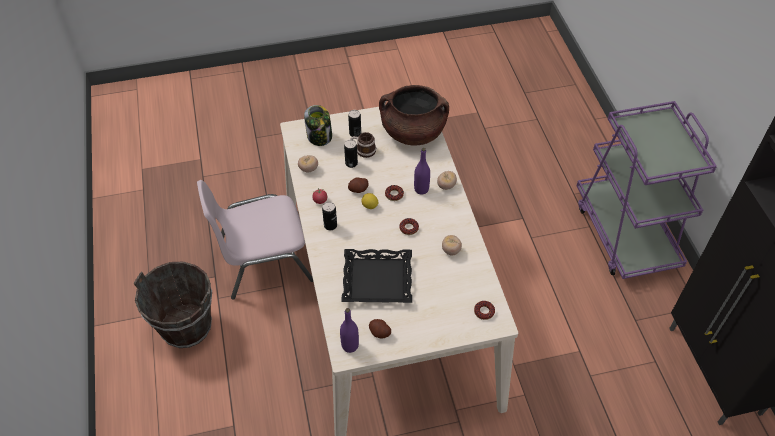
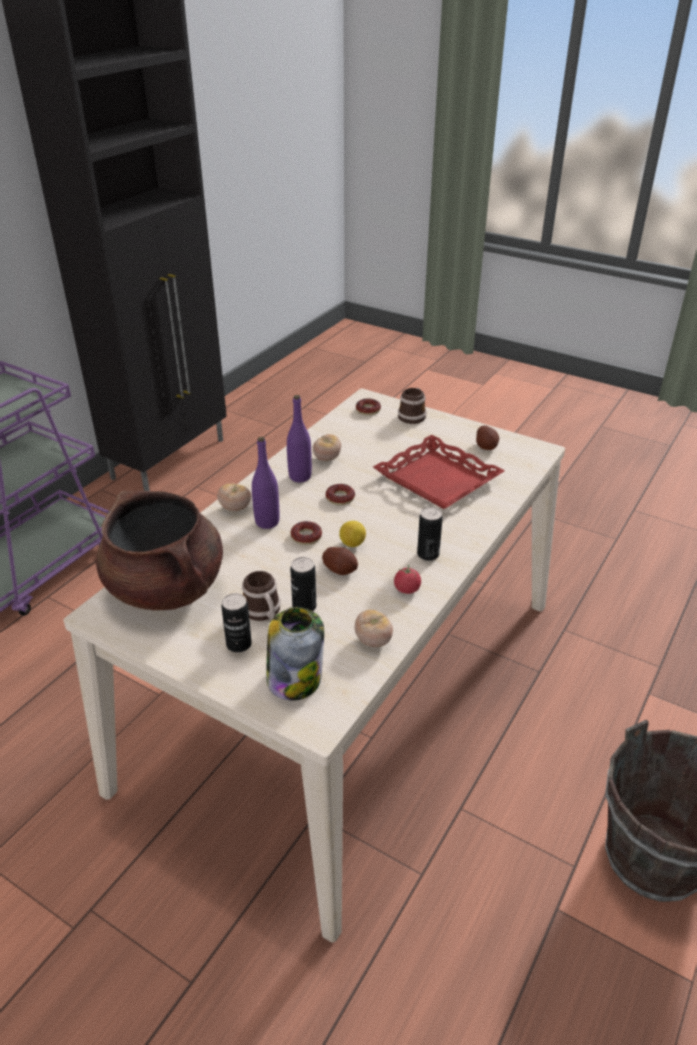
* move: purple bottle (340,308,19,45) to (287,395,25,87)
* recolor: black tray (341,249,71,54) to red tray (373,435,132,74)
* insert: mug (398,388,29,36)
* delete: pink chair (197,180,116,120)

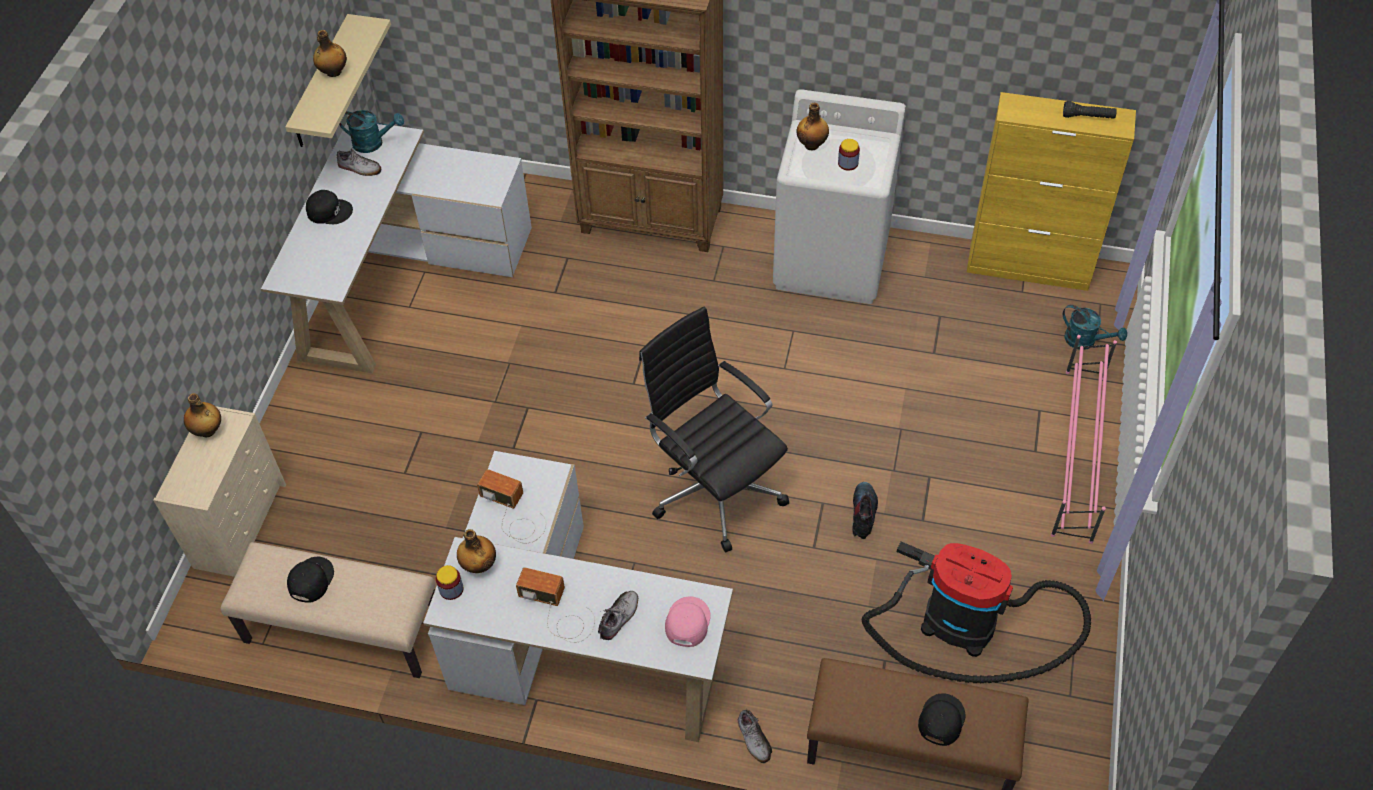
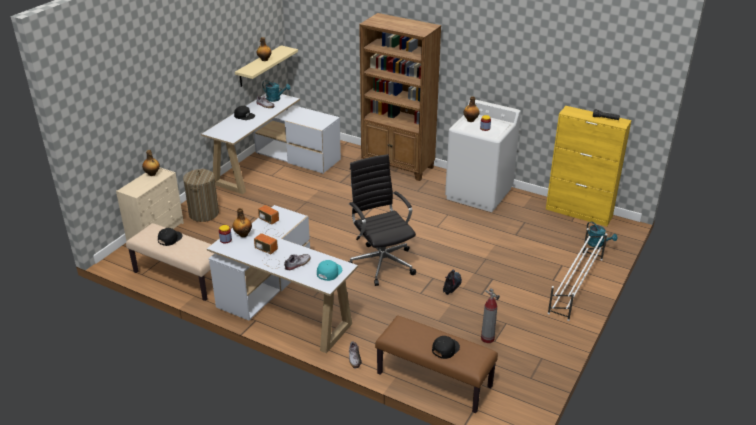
* insert: laundry basket (183,169,36,53)
* recolor: pink cap (665,596,46,51) to turquoise cap (317,260,25,21)
* replace: vacuum cleaner (862,542,229,141) to fire extinguisher (481,288,19,55)
* recolor: pink shoe rack (1051,335,66,209) to white shoe rack (548,228,59,93)

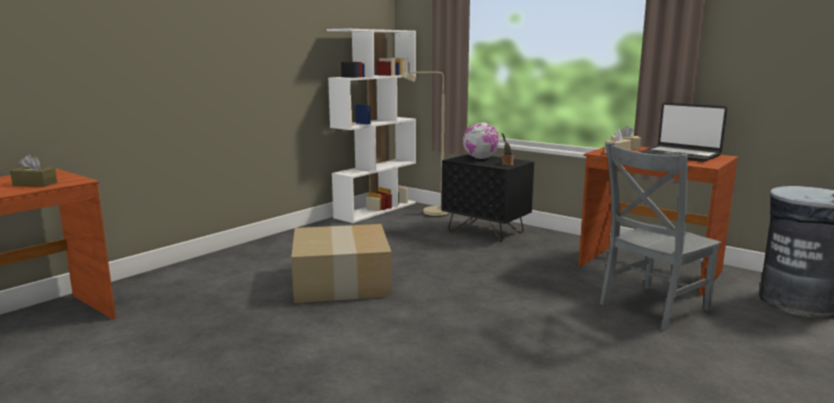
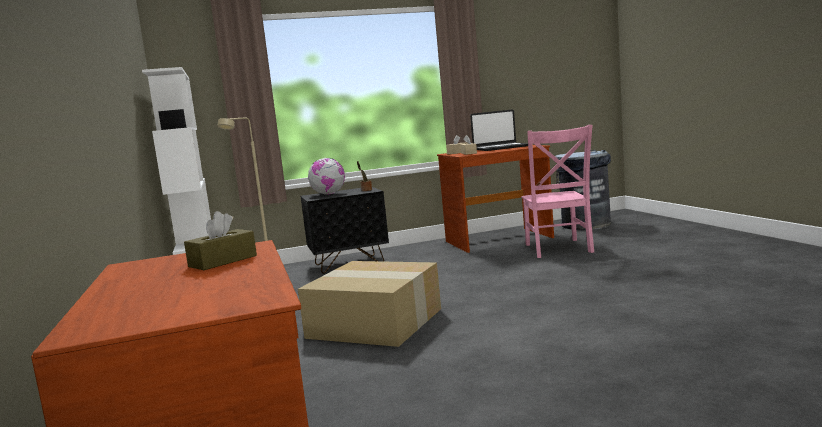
* recolor: grey chair (600,143,121,188) to pink chair (521,125,73,133)

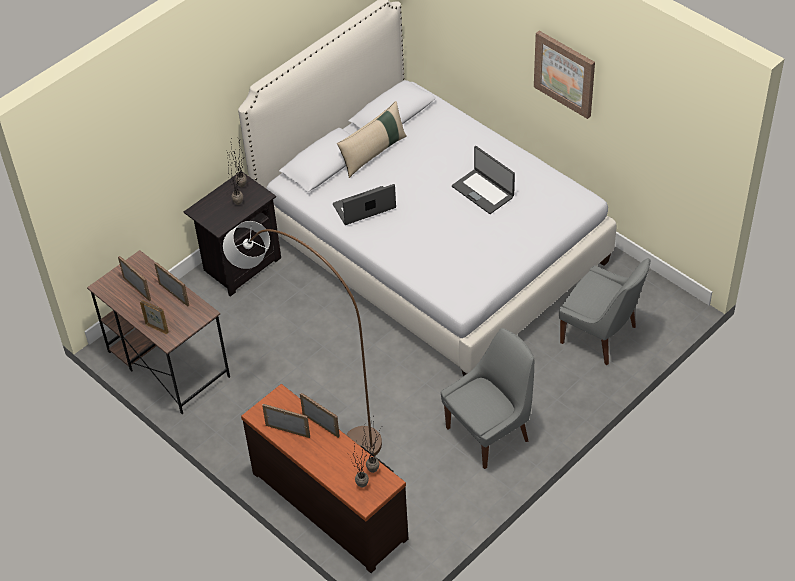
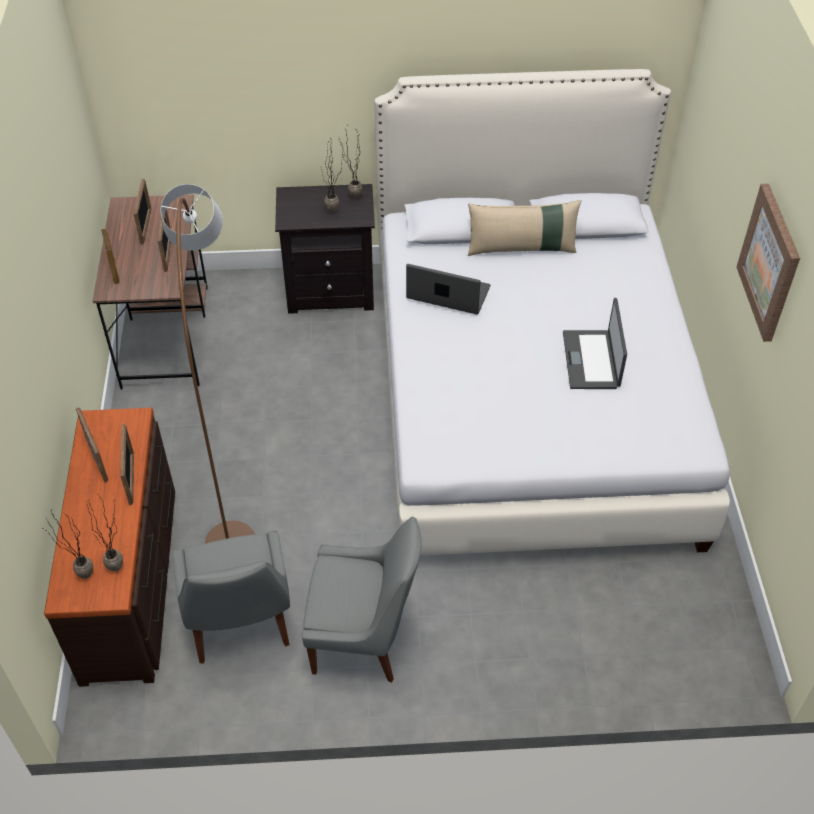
* move: grey chair (559,258,91,107) to (172,531,118,133)

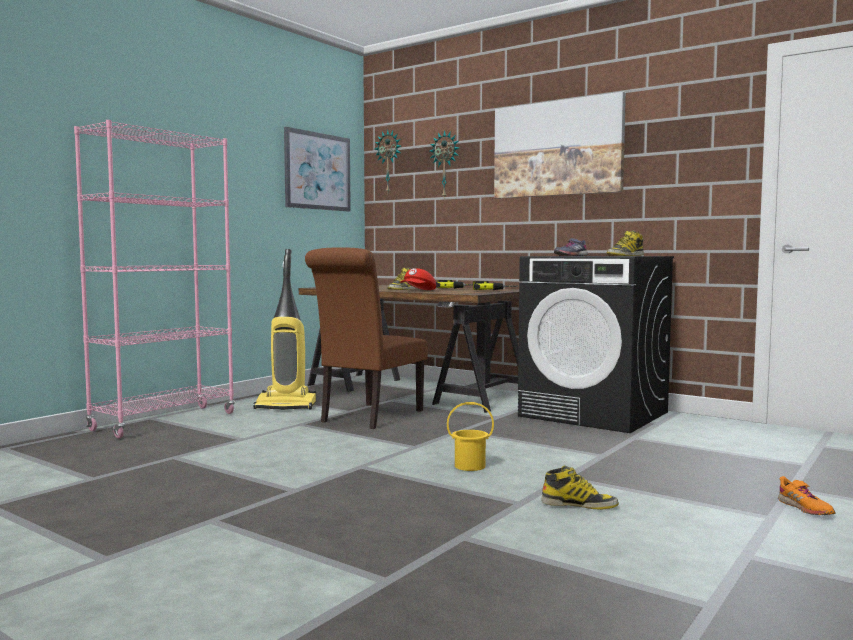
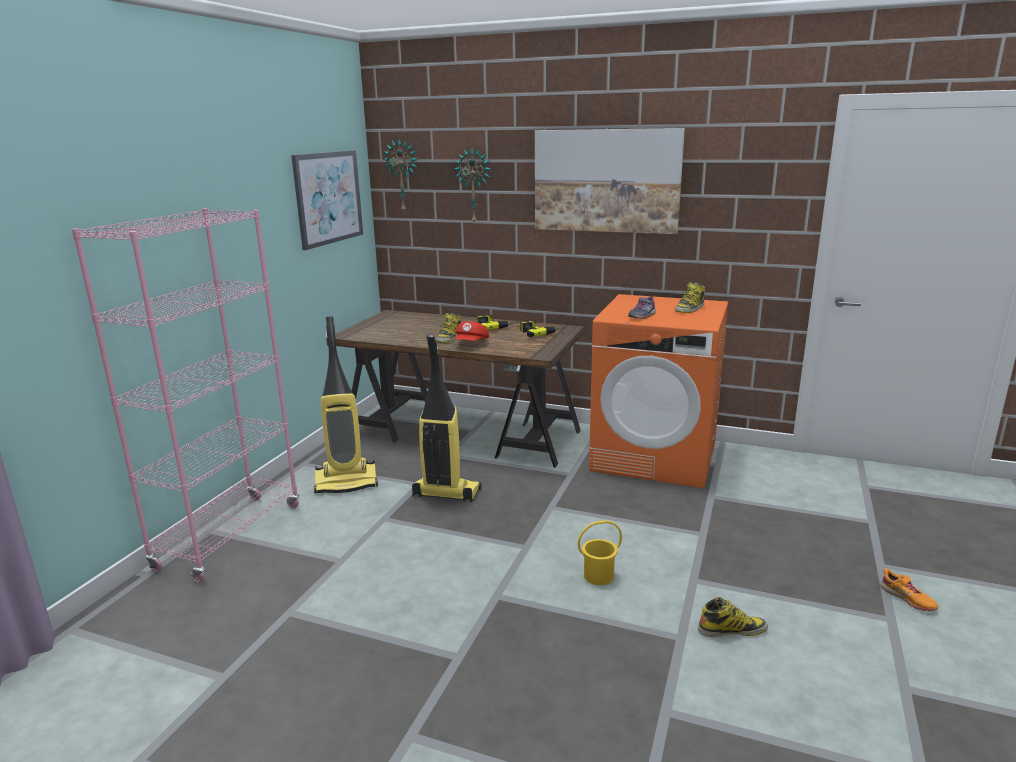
* replace: brown chair (305,247,123,182) to vacuum cleaner (412,333,70,169)
* recolor: black washing machine (518,256,156,177) to orange washing machine (589,294,139,194)

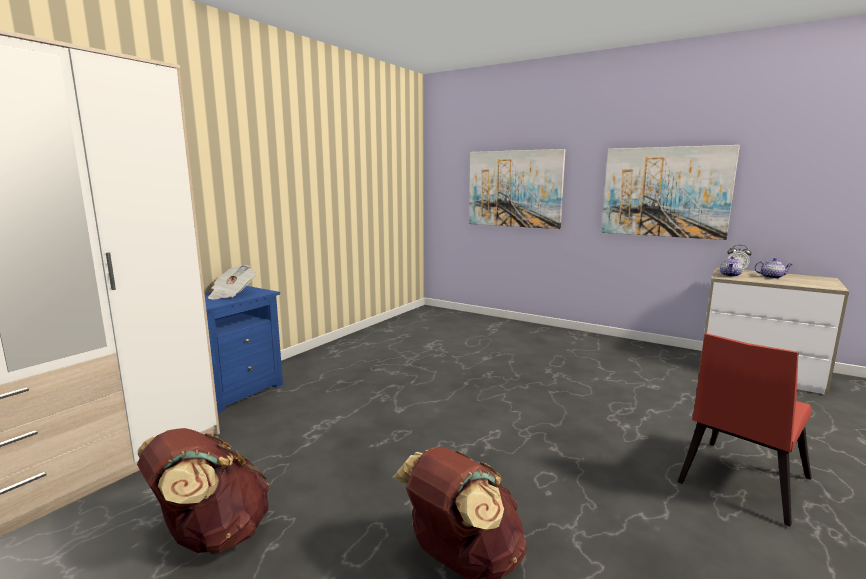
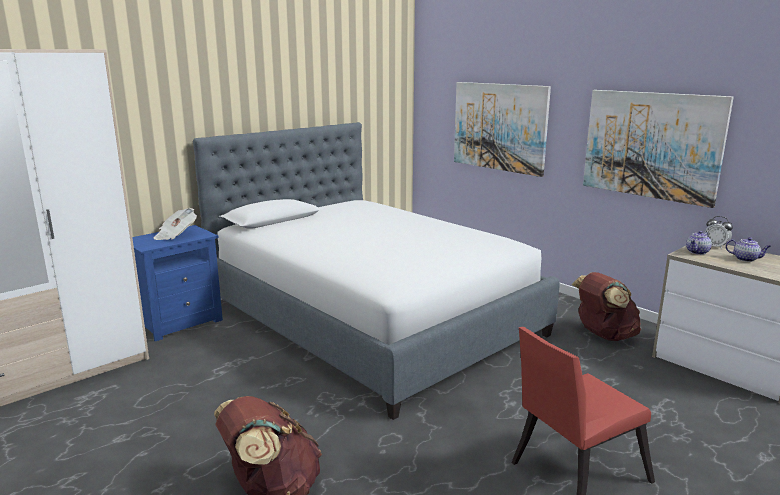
* insert: bed (193,122,367,298)
* move: brown backpack (137,428,133,126) to (571,272,70,69)

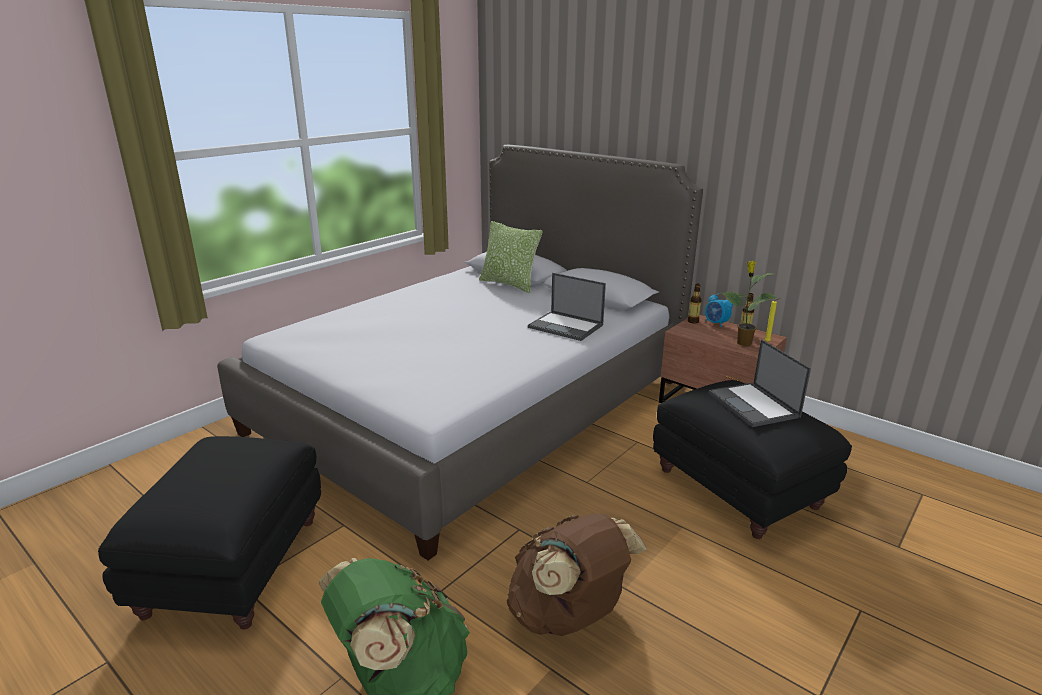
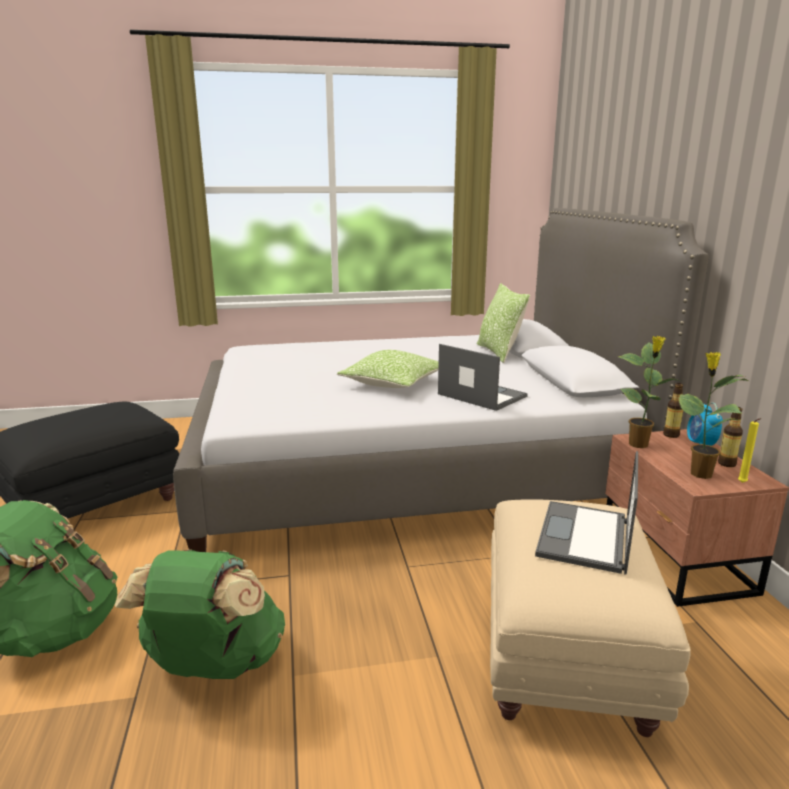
* recolor: brown backpack (507,514,140,122) to green backpack (115,549,170,130)
* insert: pillow (337,350,102,38)
* rotate: laptop (528,273,78,68) = (438,344,90,67) 150 degrees clockwise
* recolor: black ottoman (653,380,199,159) to beige ottoman (490,499,201,238)
* insert: potted plant (619,336,62,112)

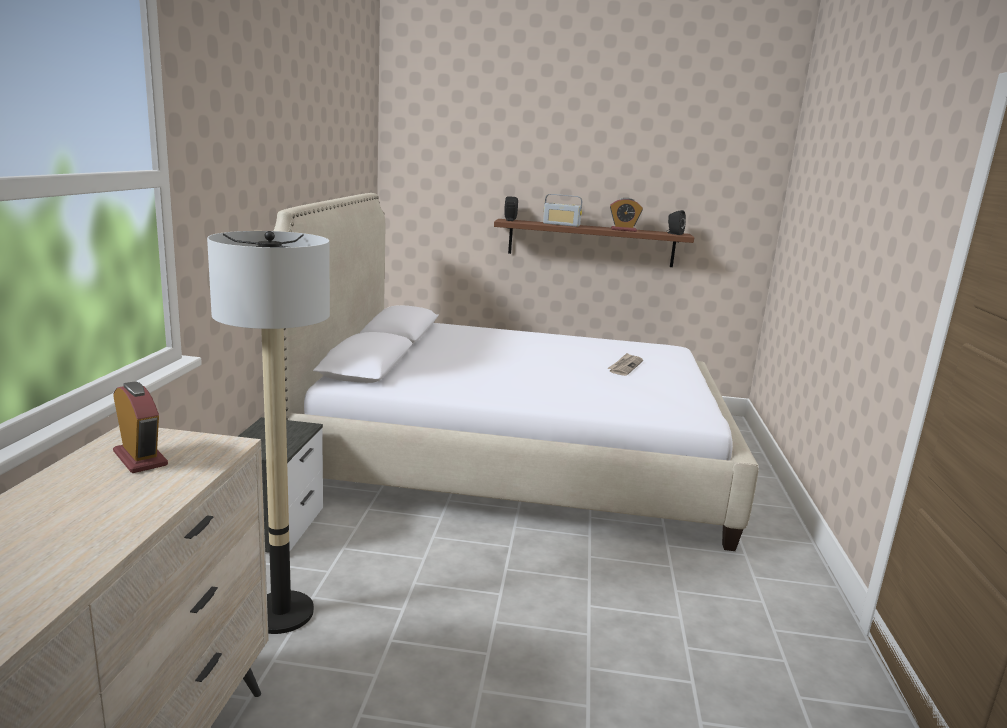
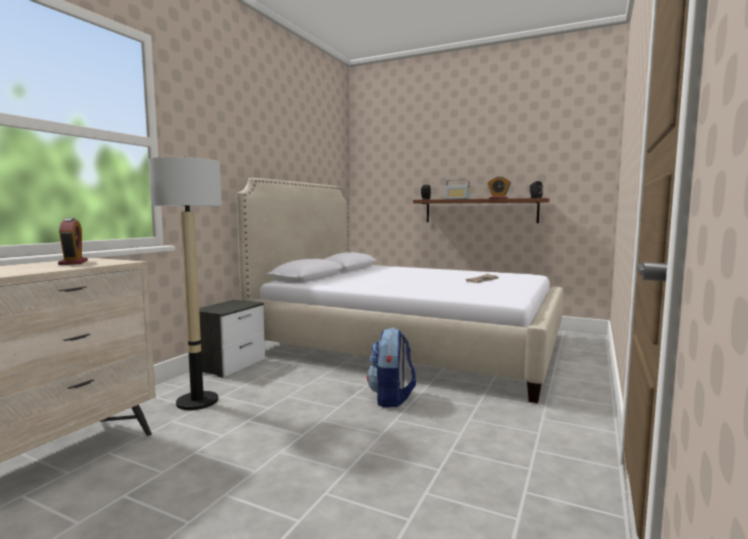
* insert: backpack (367,327,49,81)

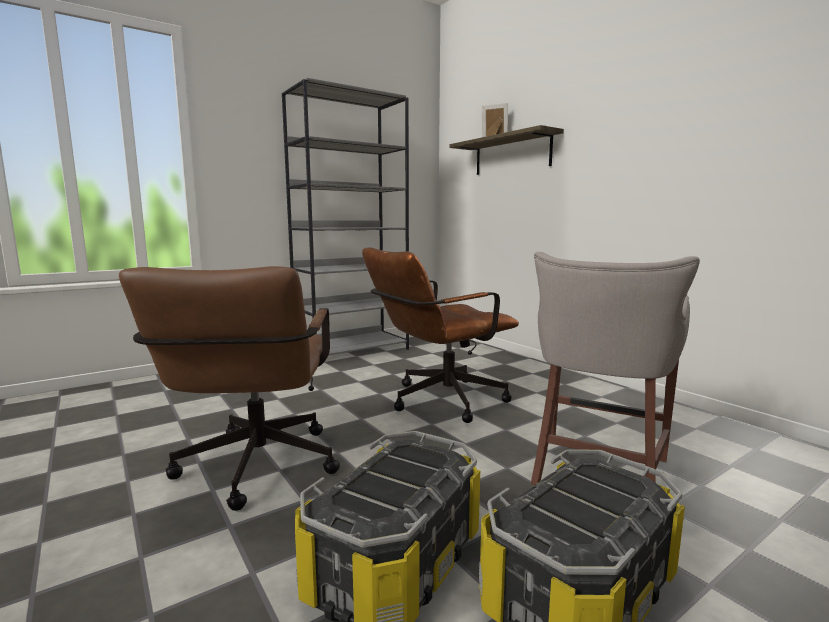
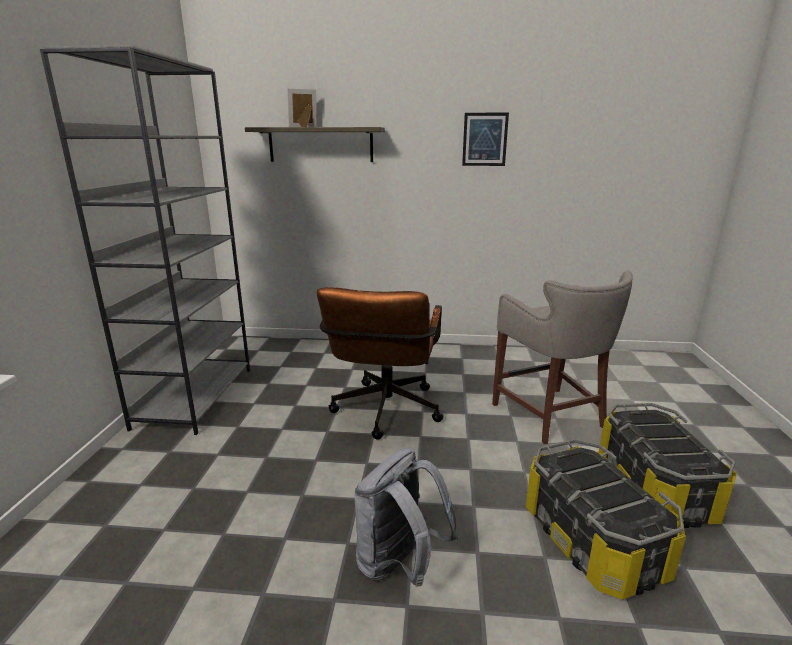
* replace: brown office chair (119,266,221,245) to grey backpack (354,448,104,139)
* insert: picture (462,113,47,53)

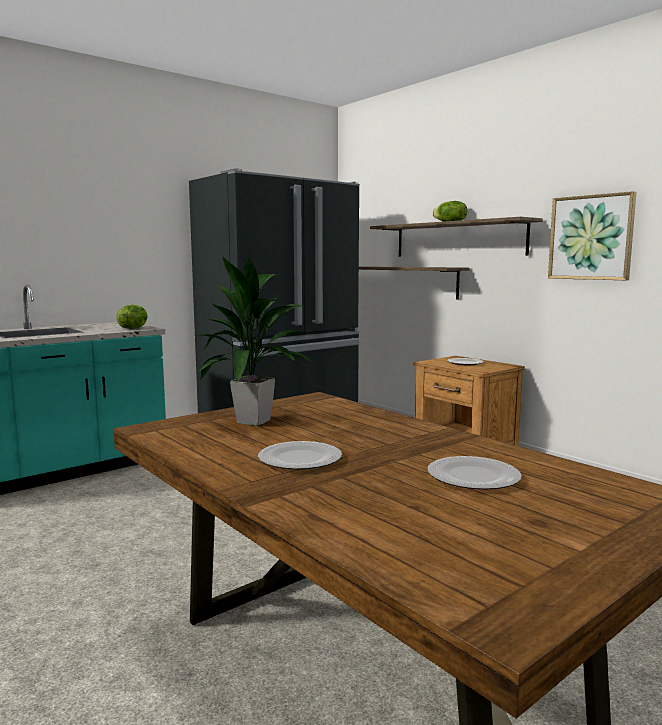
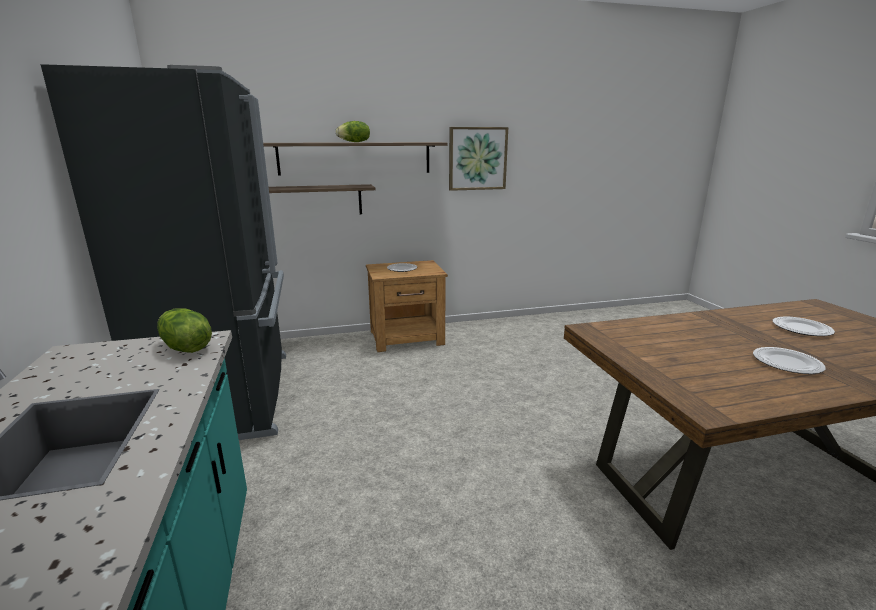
* delete: potted plant (198,256,114,170)

